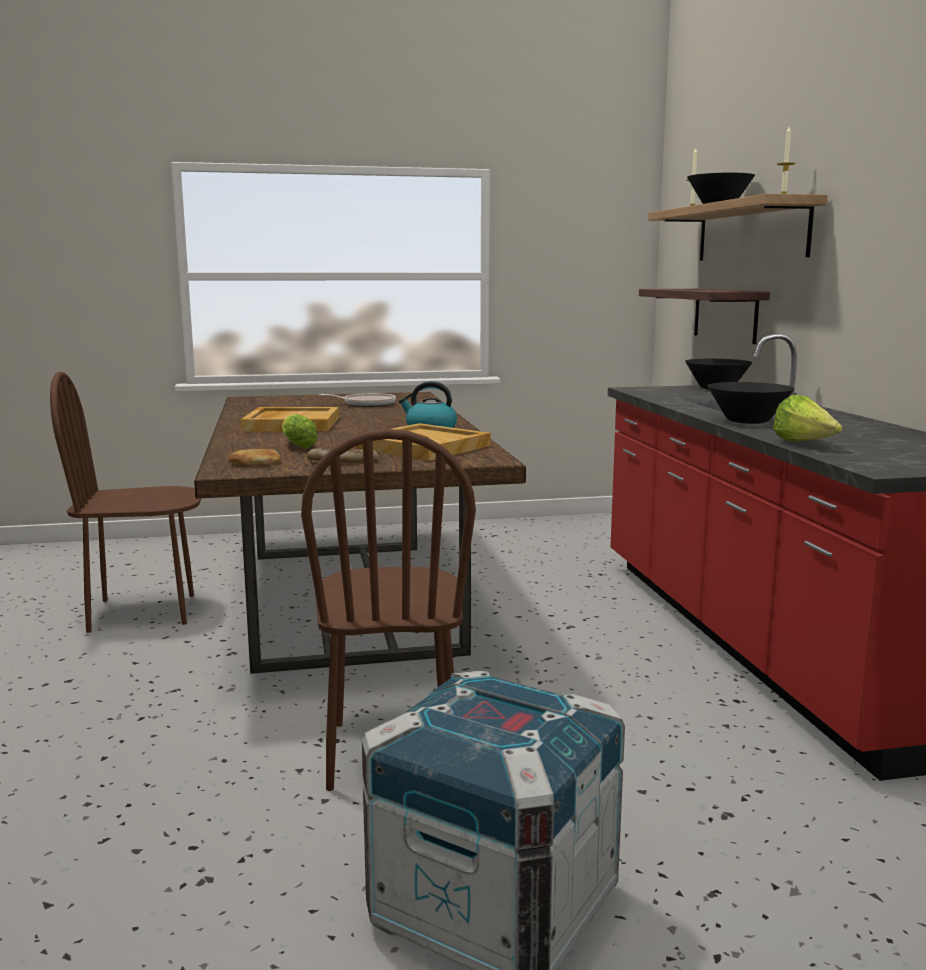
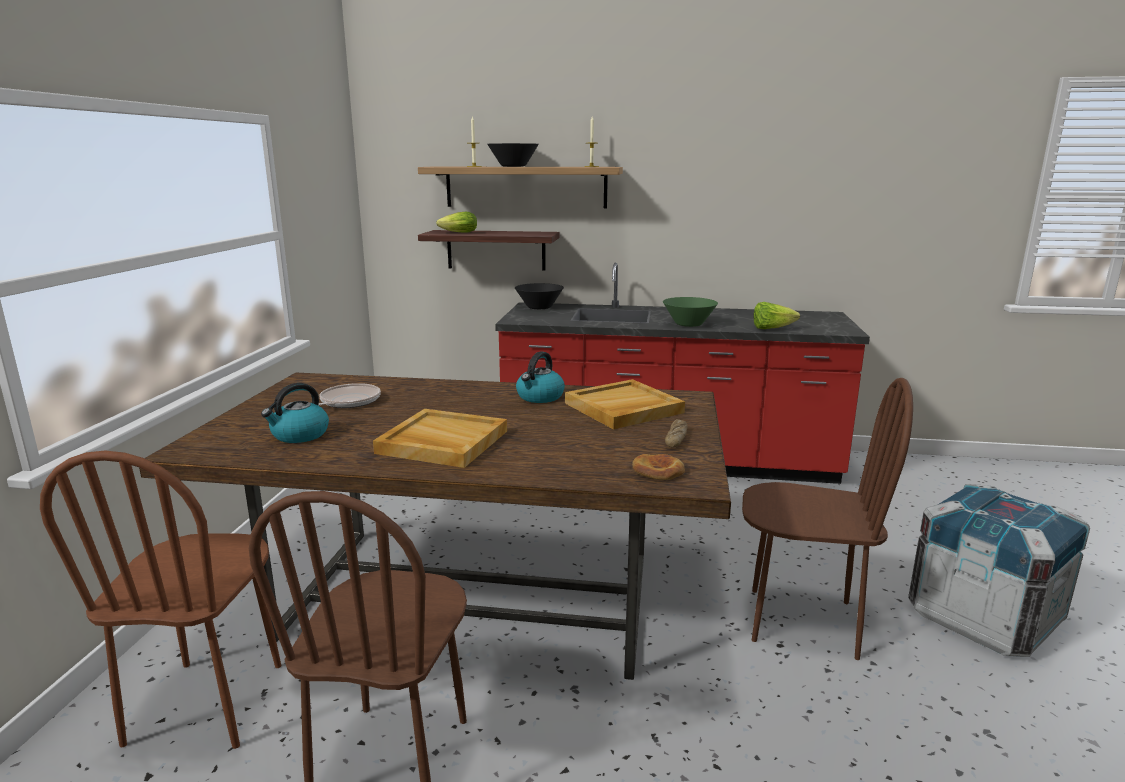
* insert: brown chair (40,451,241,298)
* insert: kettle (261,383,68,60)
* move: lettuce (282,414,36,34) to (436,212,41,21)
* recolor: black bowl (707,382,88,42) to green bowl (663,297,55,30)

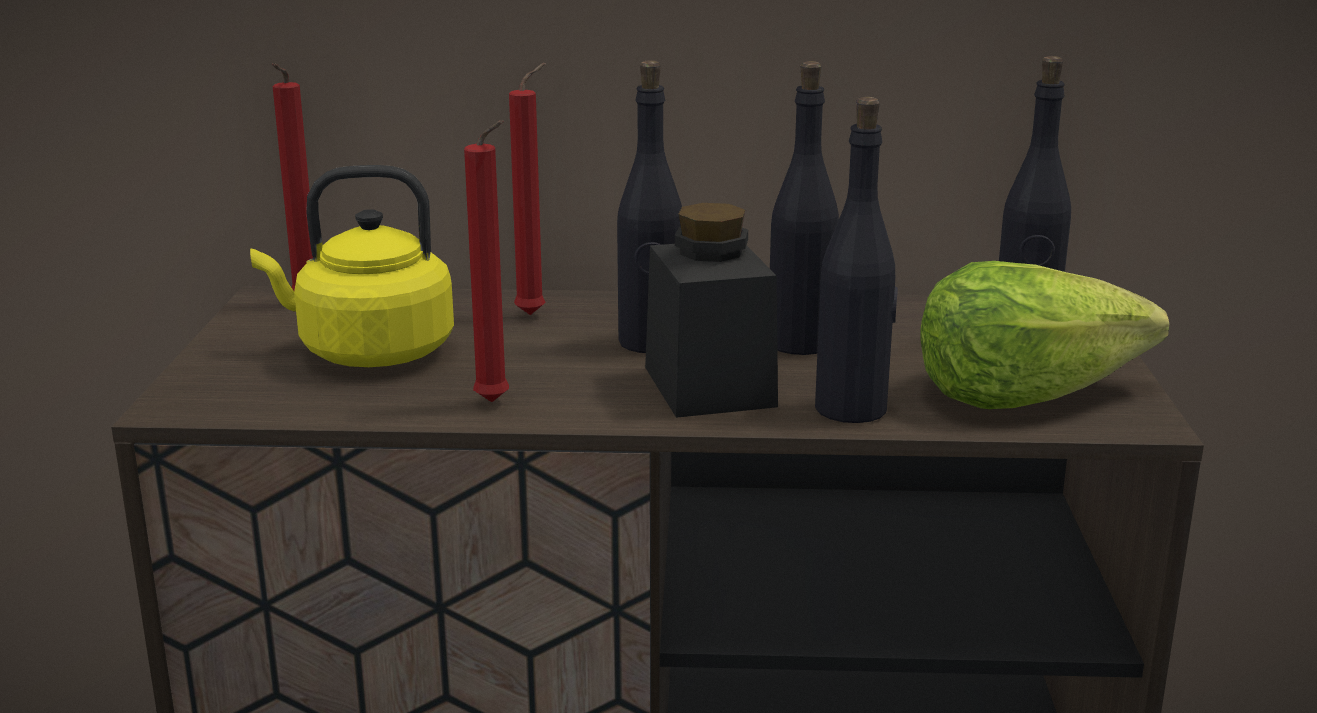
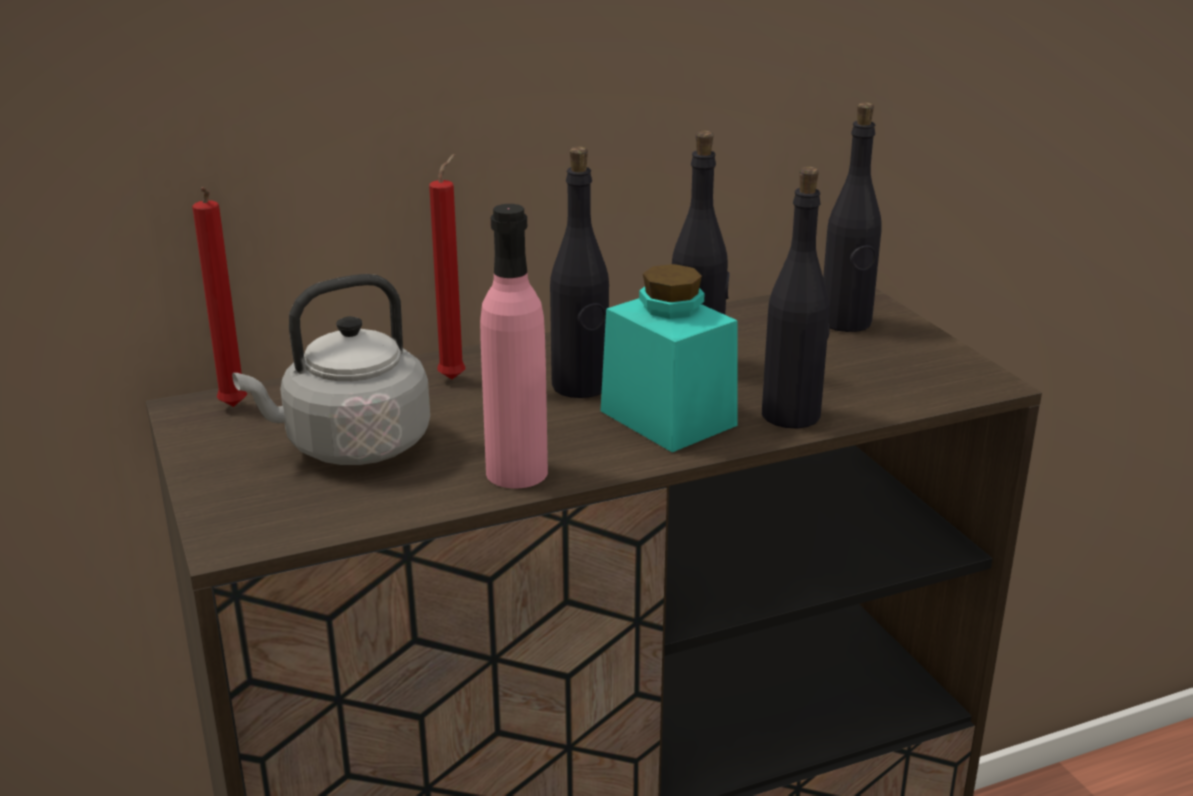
* recolor: yellow kettle (250,165,204,202) to grey kettle (232,274,198,191)
* replace: red candle (464,120,45,282) to pink bottle (480,204,68,285)
* recolor: black jar (645,203,133,215) to turquoise jar (601,264,137,188)
* delete: lettuce (920,261,249,148)

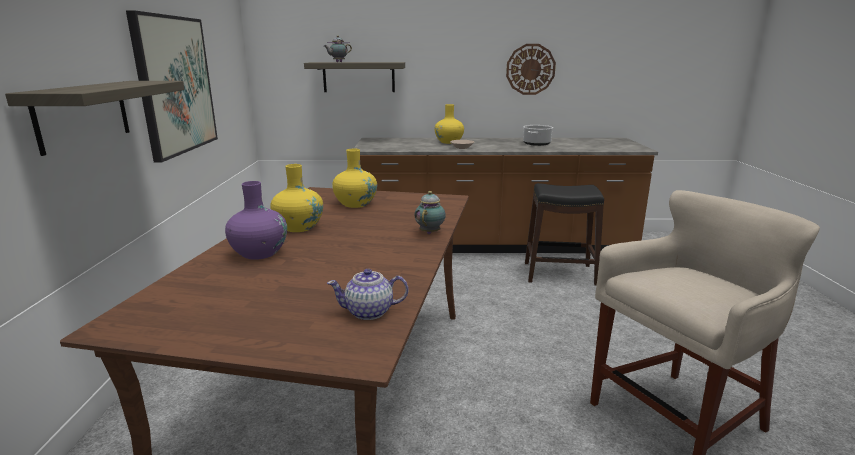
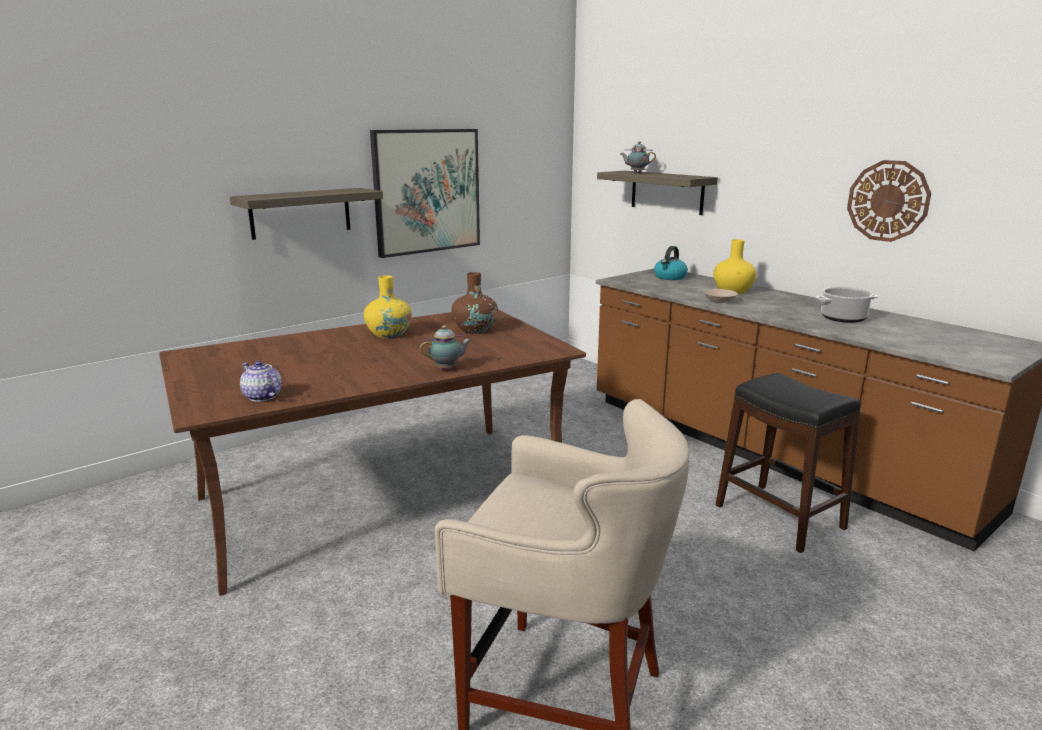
* recolor: yellow vase (332,149,45,59) to brown vase (452,272,46,62)
* insert: kettle (654,246,34,34)
* delete: purple vase (225,181,62,79)

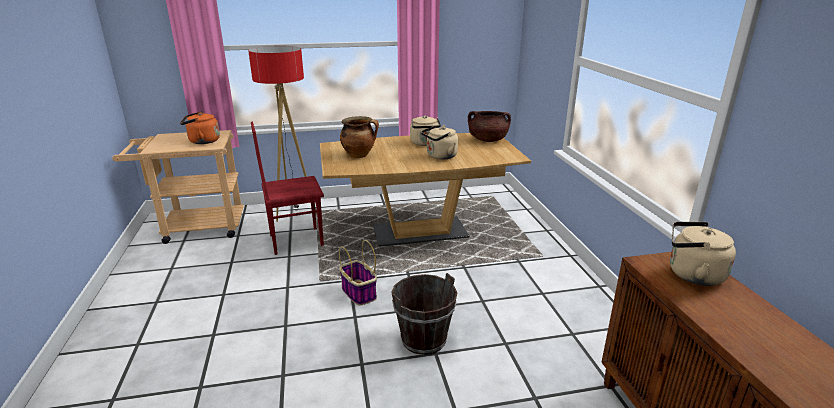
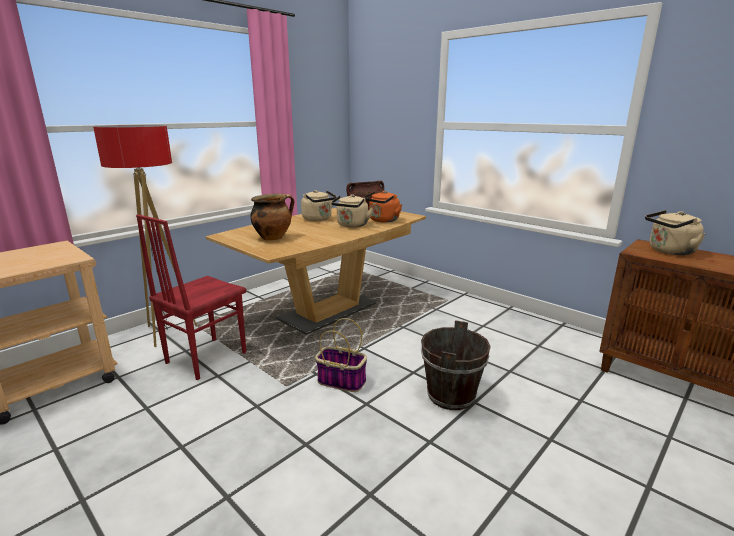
* move: orange kettle (180,111,40,33) to (363,191,39,32)

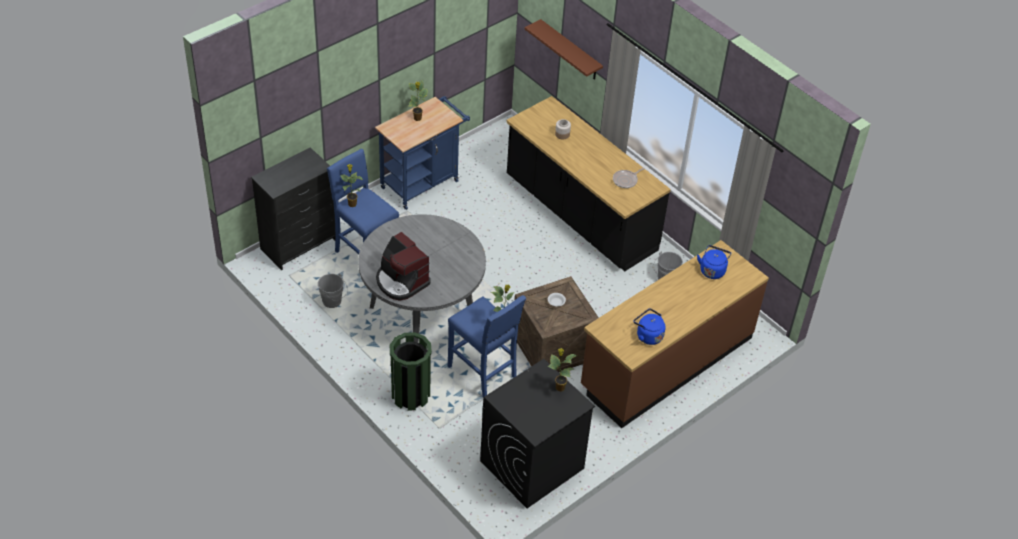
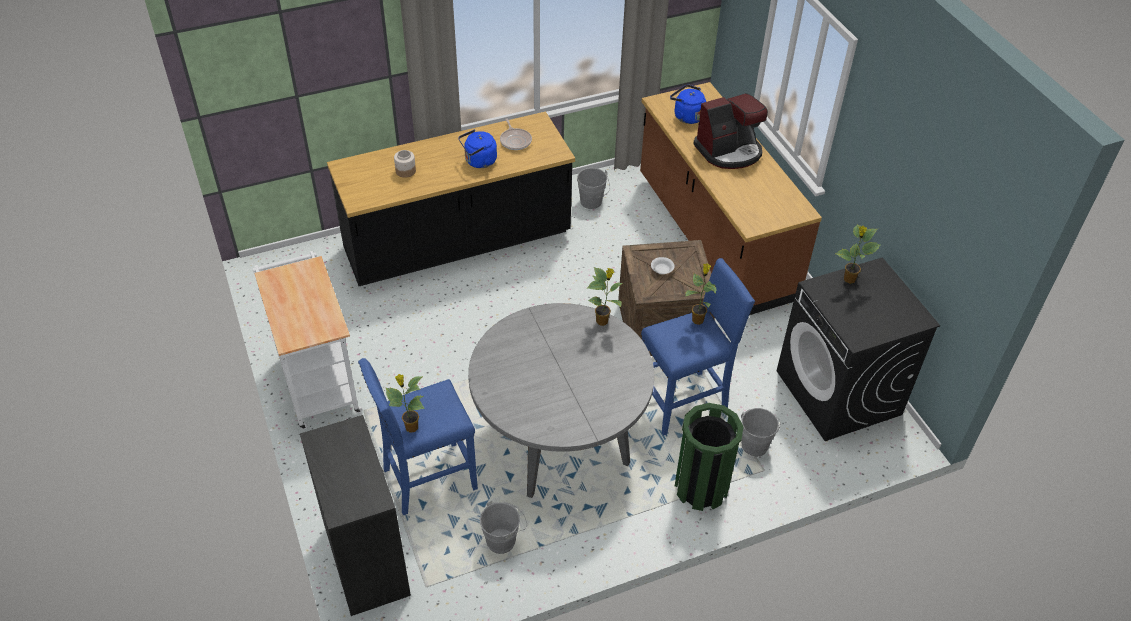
* recolor: blue cart (375,96,95,114) to white cart (253,251,109,178)
* move: blue kettle (633,308,33,37) to (458,130,39,38)
* move: potted plant (408,80,20,41) to (587,267,36,59)
* move: coffee machine (376,232,55,69) to (693,93,75,76)
* insert: grey bucket (741,408,40,49)
* delete: brown shelf (525,19,78,61)

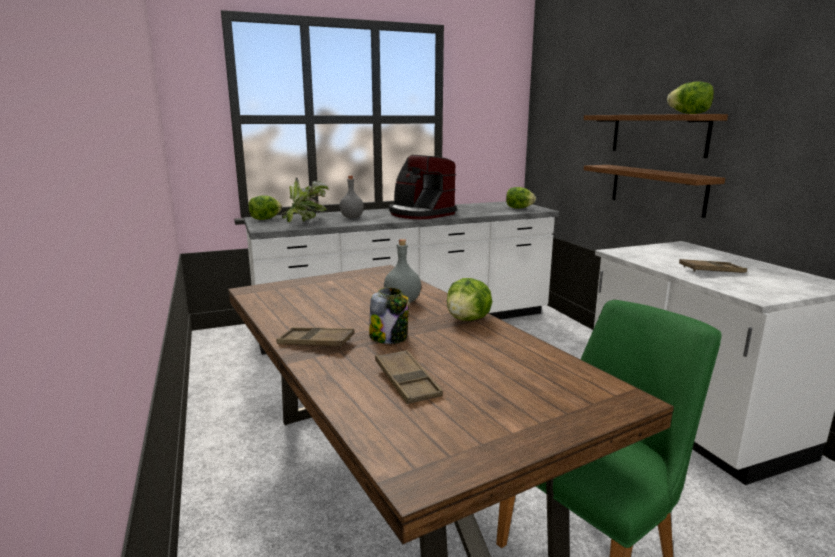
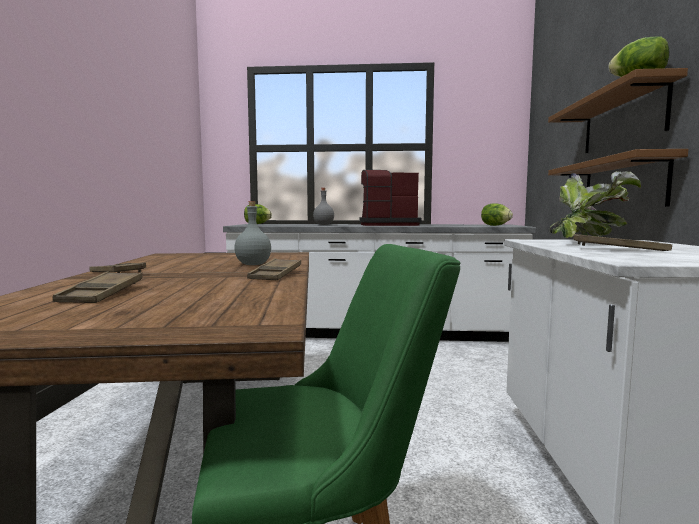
* replace: lettuce (447,278,45,43) to brown tray (247,258,54,22)
* rotate: coffee machine (389,155,68,64) = (359,170,62,56) 105 degrees clockwise
* move: potted plant (282,177,47,45) to (550,171,91,67)
* delete: jar (369,288,40,56)

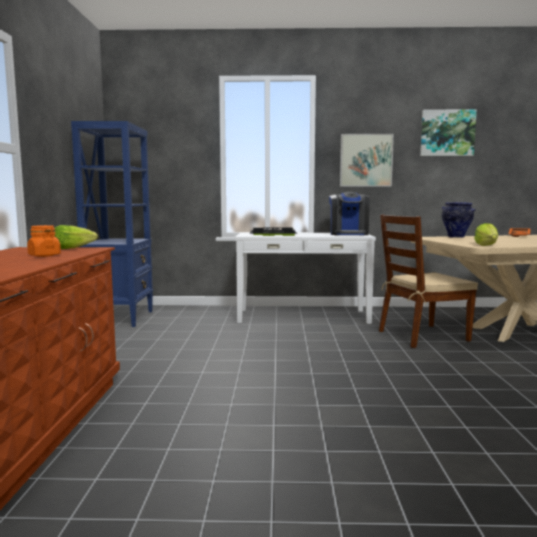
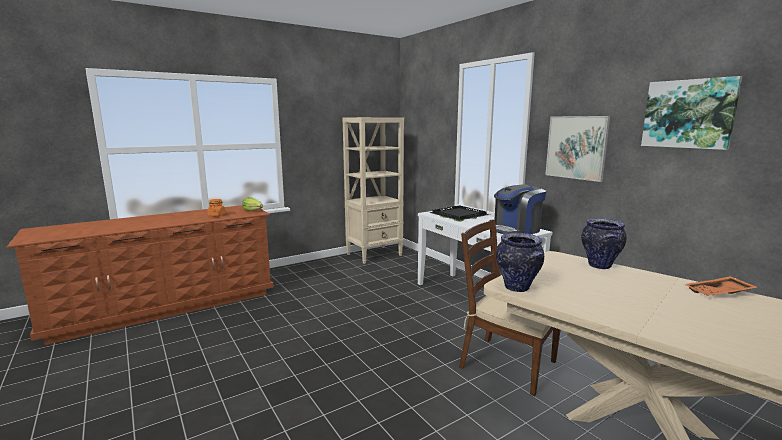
* recolor: blue bookcase (71,121,82,206) to beige bookcase (342,117,62,147)
* replace: lettuce (474,223,24,23) to vase (496,233,48,59)

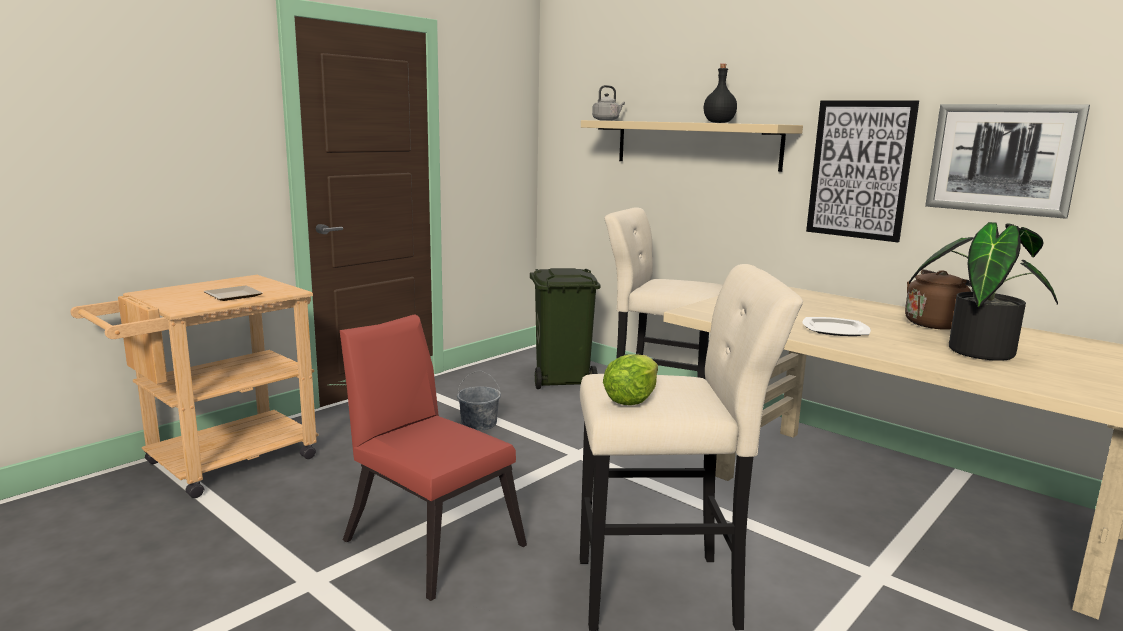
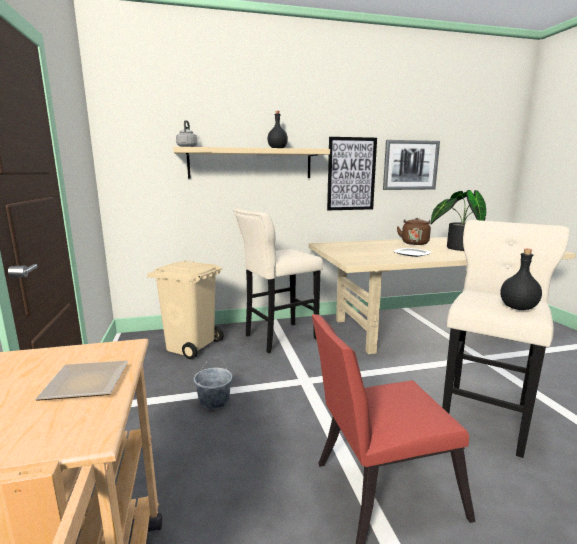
* recolor: green trash can (530,268,70,121) to beige trash can (147,260,77,99)
* replace: lettuce (603,354,55,51) to black bottle (500,249,42,61)

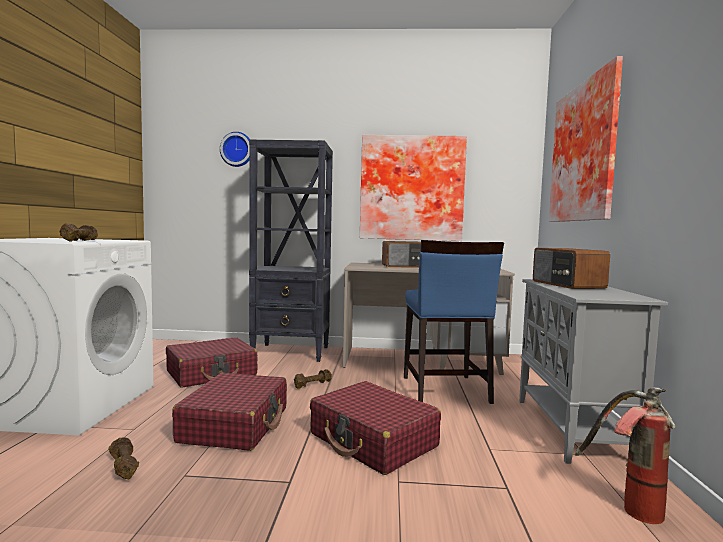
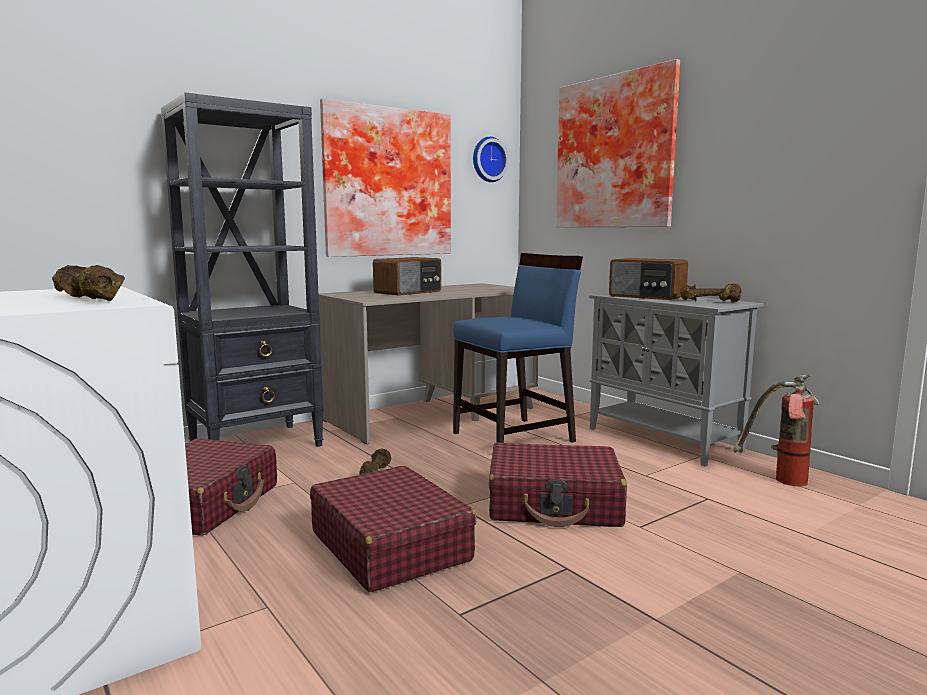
* rotate: blue chair (404,240,100,164) = (453,253,130,190) 75 degrees counterclockwise
* move: wall clock (220,132,30,35) to (473,137,36,45)
* move: brown dumbbell (109,437,30,43) to (680,284,62,18)

